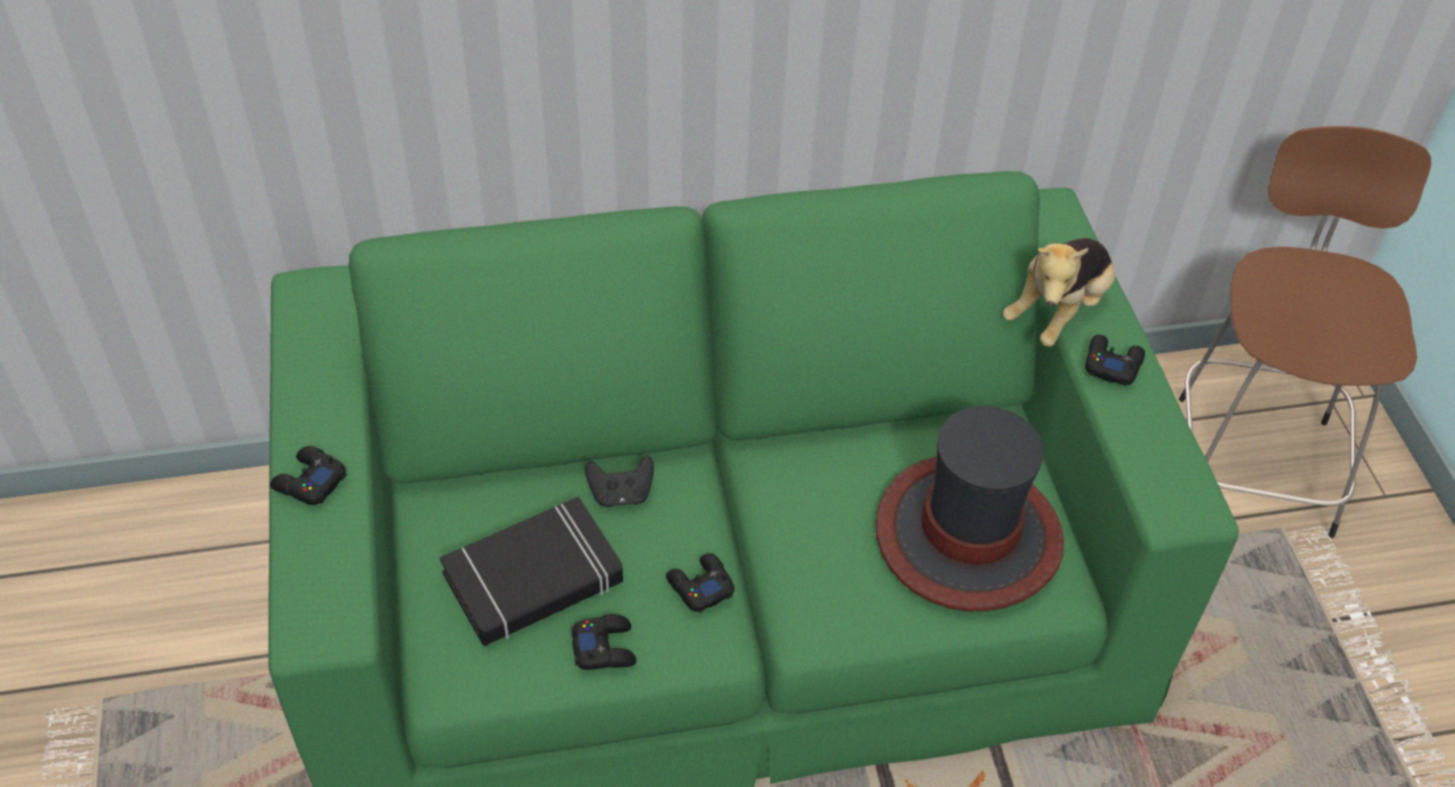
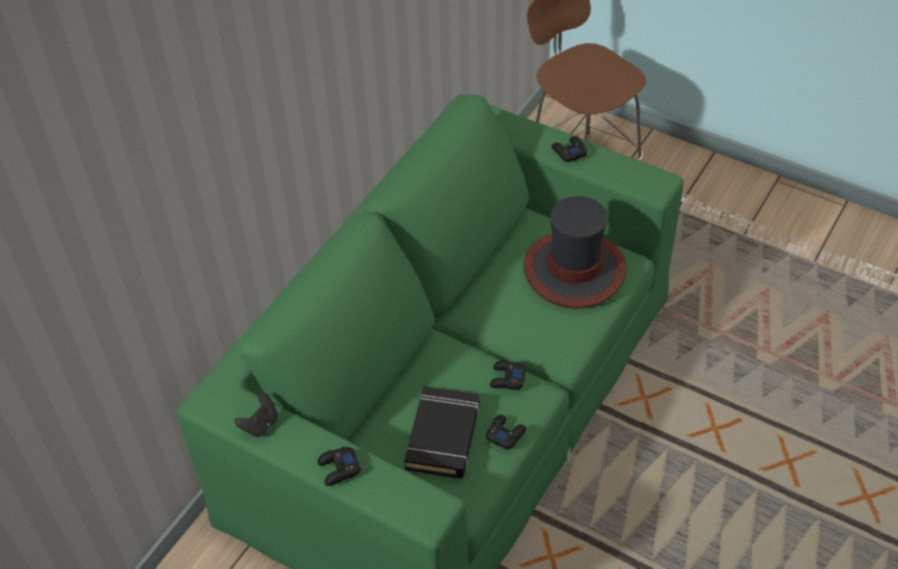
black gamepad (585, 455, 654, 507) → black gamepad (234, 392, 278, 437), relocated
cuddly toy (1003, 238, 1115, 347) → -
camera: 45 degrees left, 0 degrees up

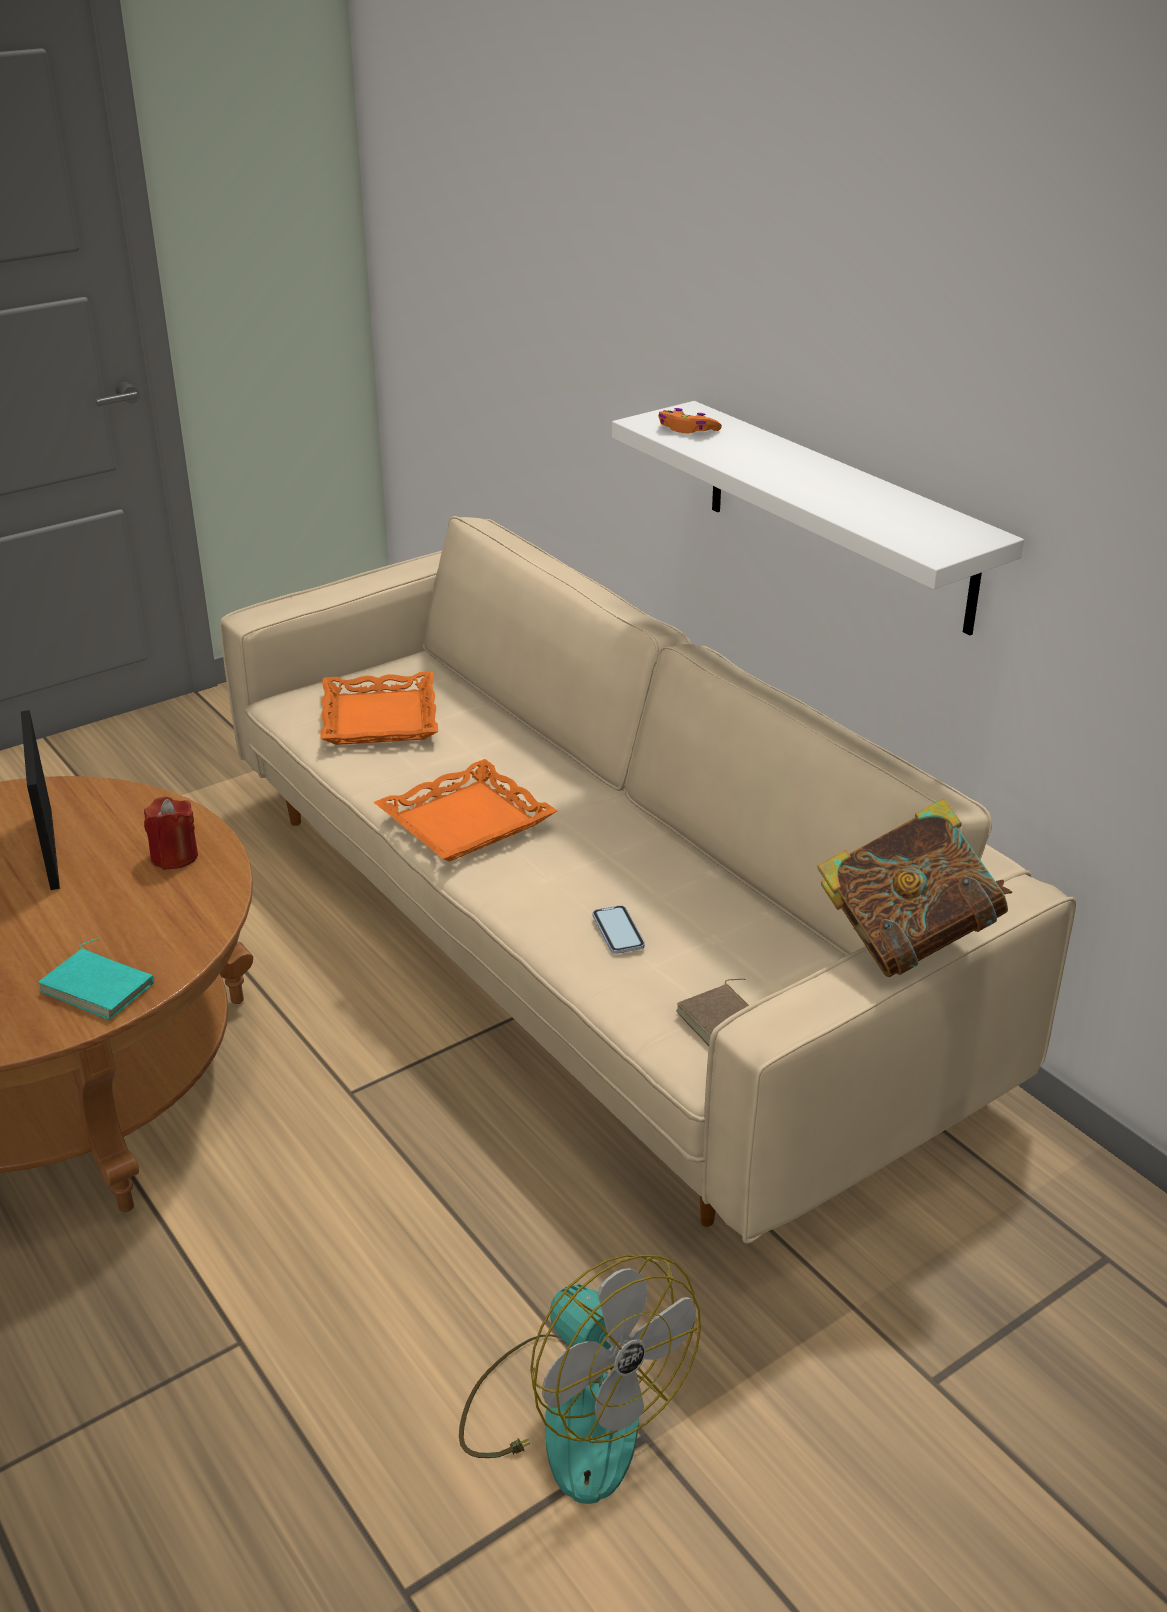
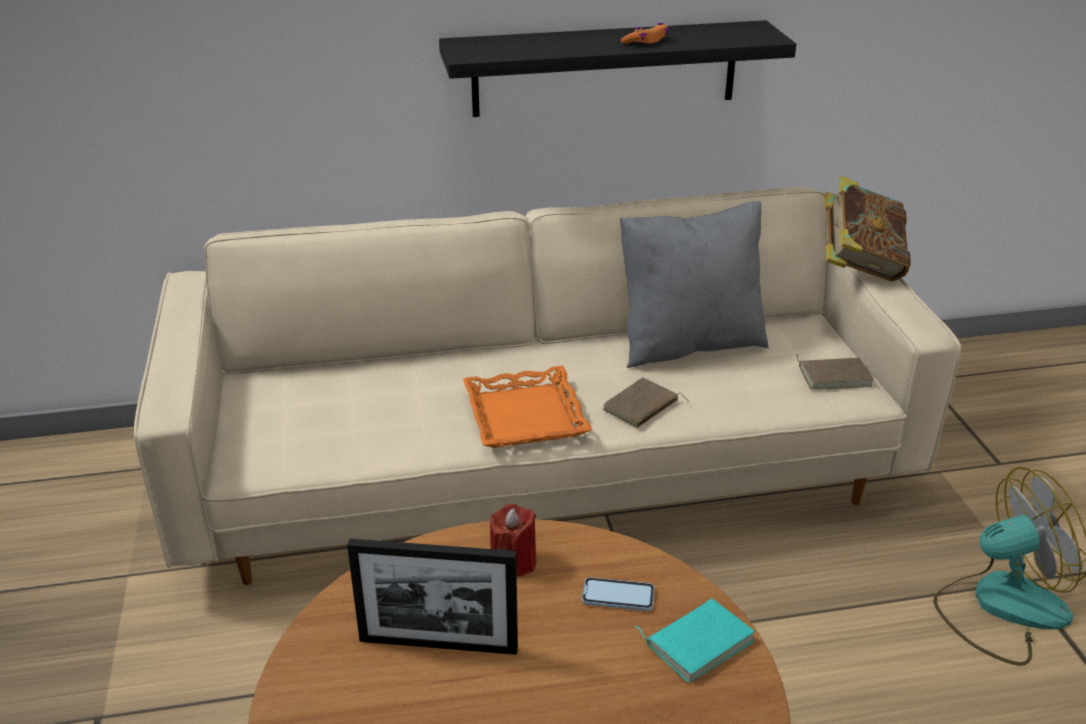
whitish wall shelf (612, 401, 1024, 635) → black wall shelf (439, 20, 796, 117)
phone (592, 905, 645, 954) → phone (582, 577, 655, 611), relocated
- → brownish bound book (603, 377, 689, 428)
- → greyish pillow (620, 201, 769, 368)
orange-coloured gamepad (658, 408, 722, 433) → orange-coloured gamepad (621, 23, 669, 44), relocated
orange-coloured carrying tray (320, 672, 438, 745) → -
camera: 65 degrees left, 0 degrees up

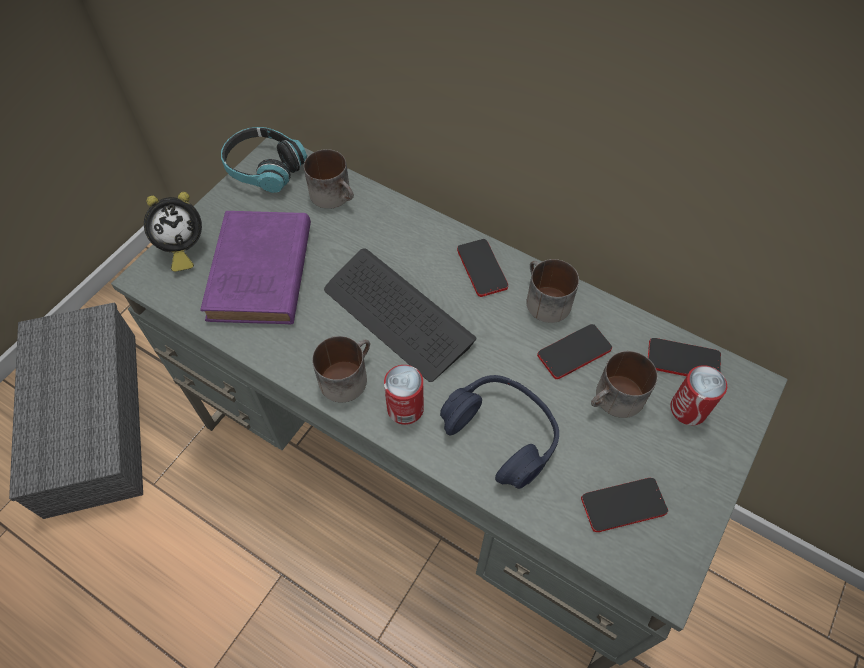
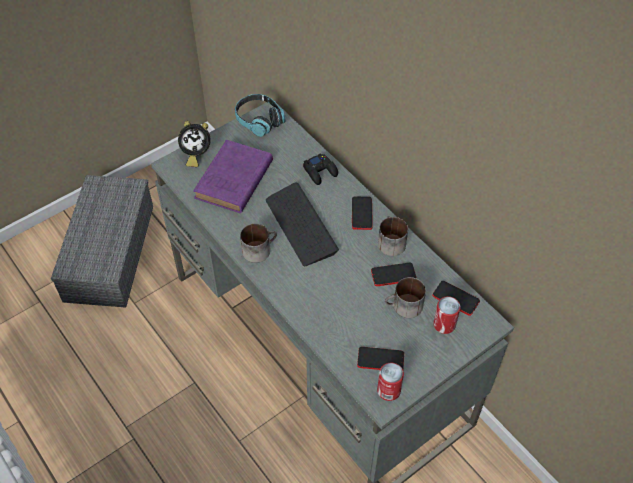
- → black gamepad (303, 153, 338, 185)
sealed can (384, 365, 424, 425) → sealed can (377, 363, 404, 401), relocated
coffee mug (304, 149, 354, 209) → -
bluish headset (440, 375, 559, 489) → -
camera: 20 degrees right, 5 degrees down

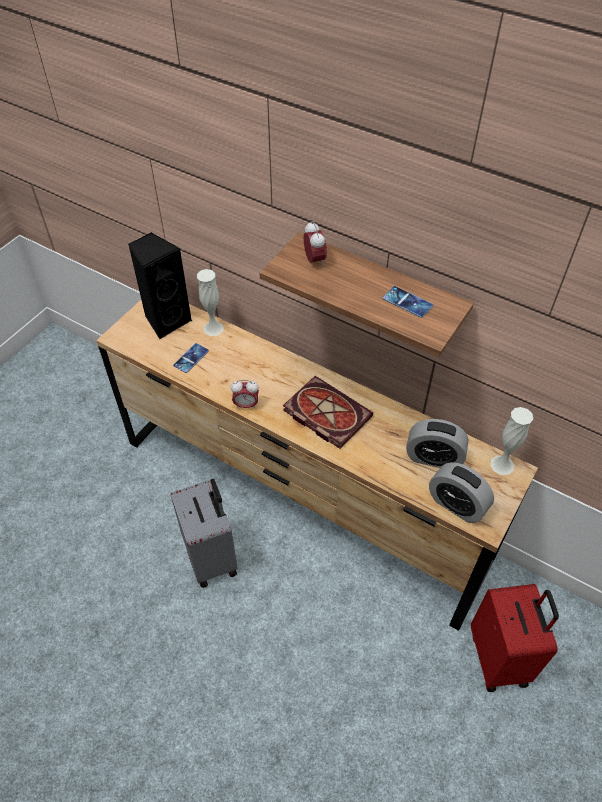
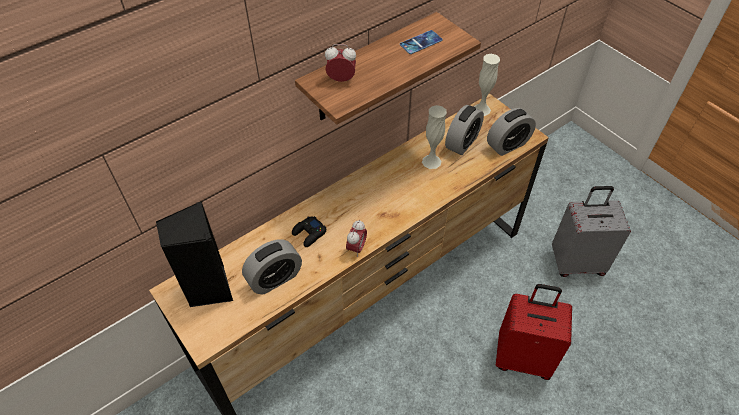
phone (173, 343, 209, 373) → alarm clock (242, 239, 302, 294)
- → black gamepad (292, 216, 326, 247)
whitish decorative vase (197, 269, 224, 336) → whitish decorative vase (422, 105, 447, 169), relocated
red suitcase (471, 584, 559, 692) → red suitcase (496, 284, 572, 380), relocated
greyish suitcase (170, 479, 238, 588) → greyish suitcase (552, 186, 631, 277), relocated
bound book (283, 376, 373, 449) → -
camera: 70 degrees left, 0 degrees up

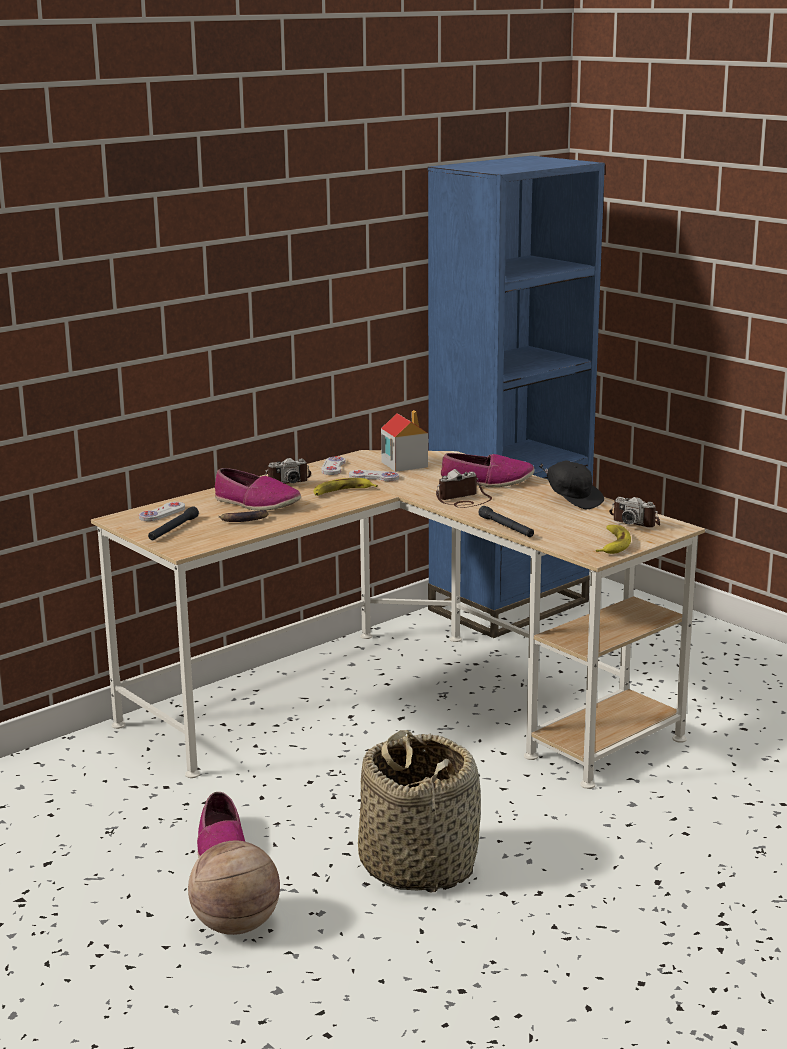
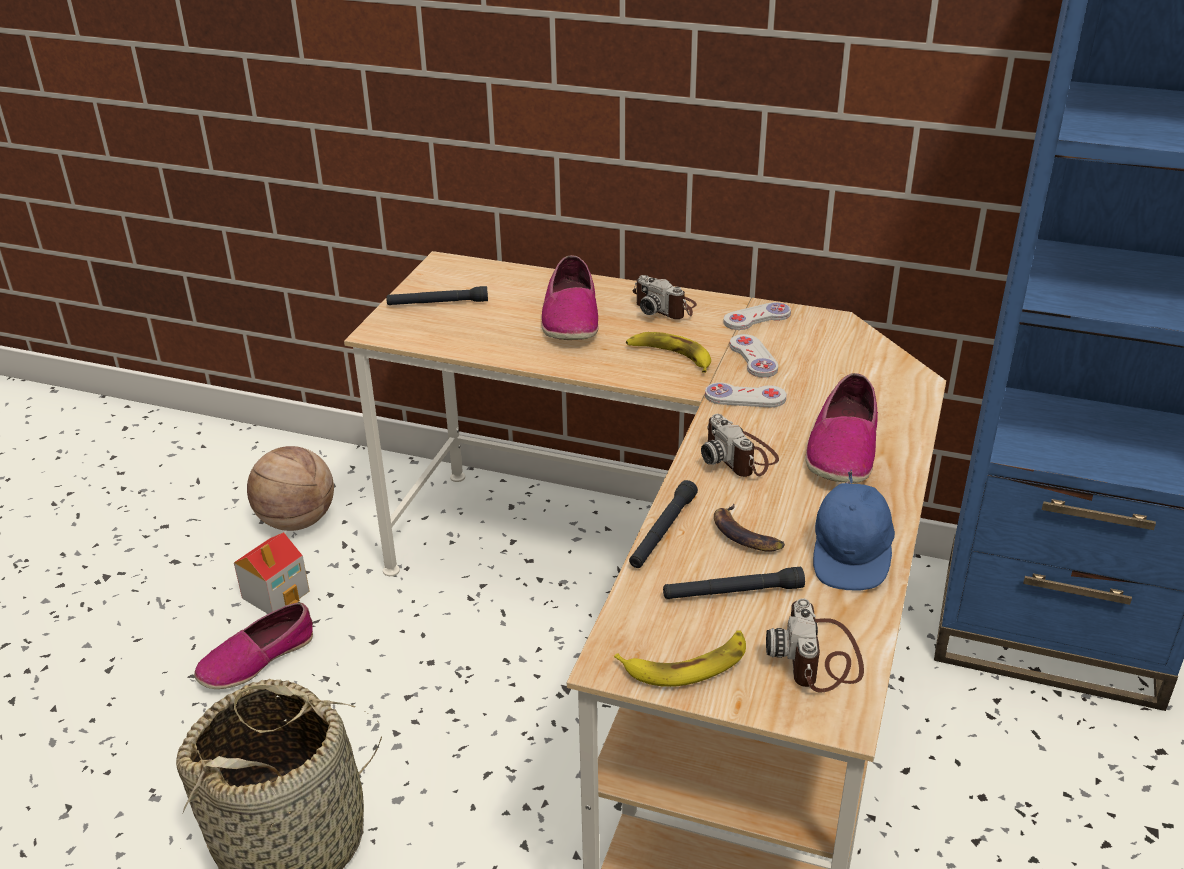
model house (381, 410, 428, 472) → model house (234, 532, 309, 614), relocated
ball for basketball (188, 841, 280, 935) → ball for basketball (247, 446, 334, 531), relocated
- → black flashlight (663, 567, 805, 599)
still camera (436, 469, 492, 508) → still camera (701, 414, 779, 477), 150 degrees counterclockwise
whitish gamepad (139, 502, 185, 521) → whitish gamepad (705, 382, 787, 407), relocated
whole banana (219, 510, 269, 522) → whole banana (714, 504, 785, 552), relocated
shoe (441, 453, 535, 487) → shoe (805, 373, 878, 484), 45 degrees clockwise
black baseball cap (539, 461, 604, 510) → bluish baseball cap (813, 469, 895, 591)
camera: 60 degrees right, 15 degrees up

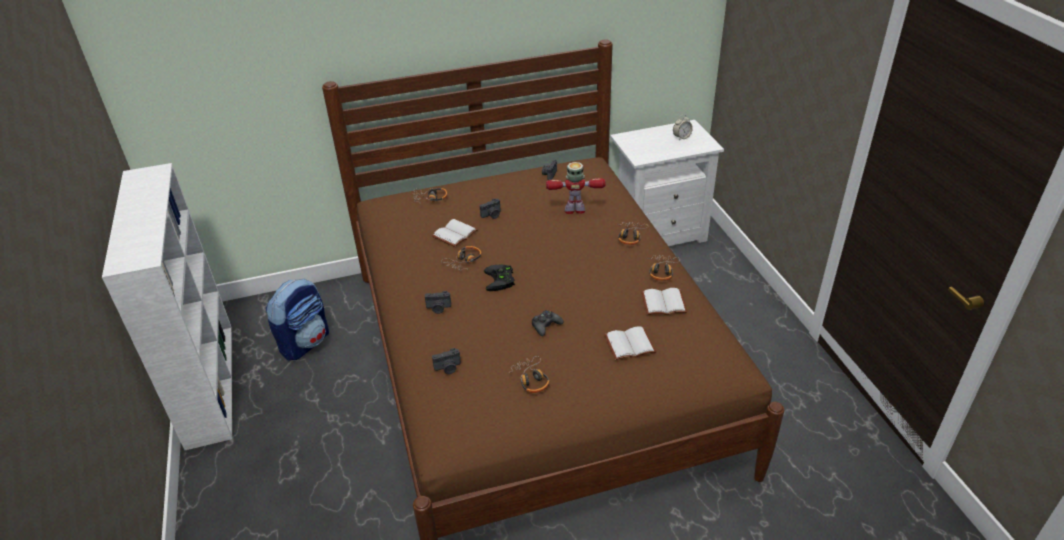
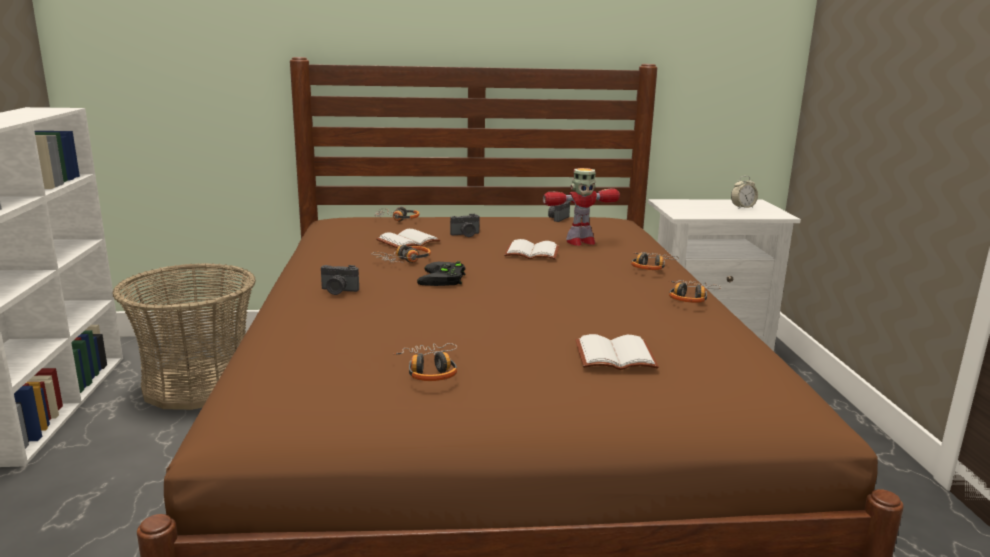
knapsack (266, 278, 329, 361) → basket (112, 263, 256, 410)
whitish bound book (642, 288, 687, 315) → whitish bound book (504, 239, 559, 259), relocated
model robot (546, 162, 605, 214) → model robot (543, 168, 620, 246), 150 degrees clockwise
still camera (432, 348, 461, 374) → -
black gamepad (532, 310, 563, 336) → -
camera: 10 degrees right, 20 degrees down

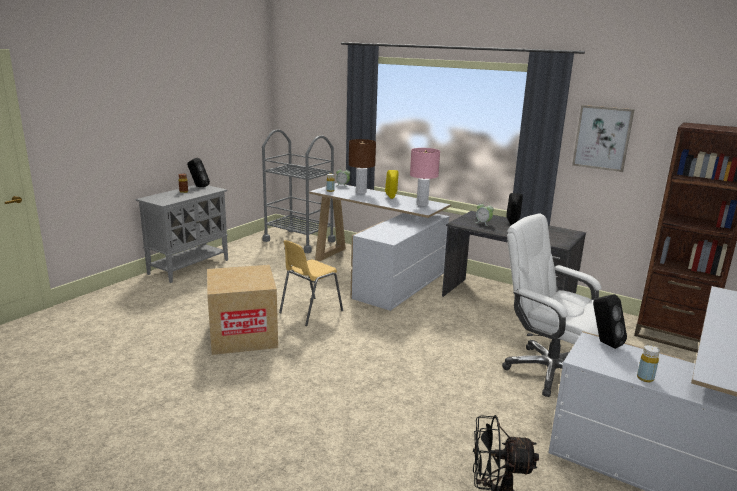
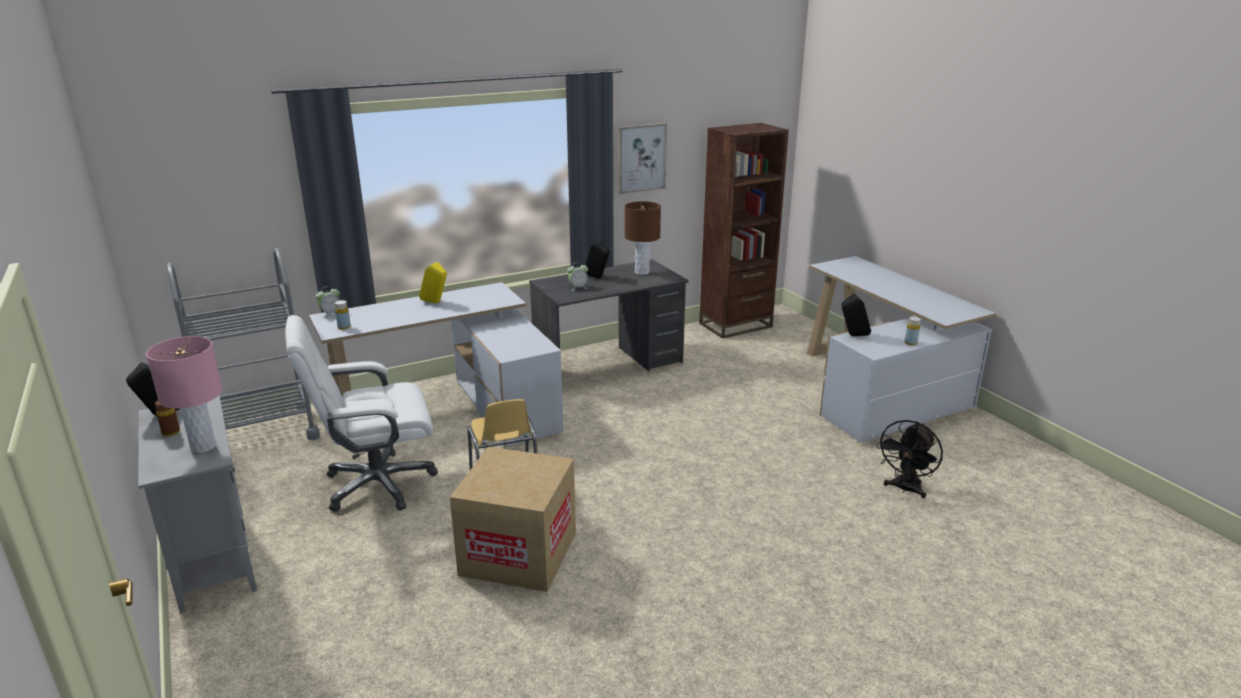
pink-coloured lamp for a table (410, 148, 440, 206) → pink-coloured lamp for a table (146, 336, 222, 453), relocated
whitish office chair (502, 214, 601, 397) → whitish office chair (285, 315, 438, 512), relocated
brownish lamp for a table (349, 139, 376, 194) → brownish lamp for a table (625, 201, 661, 275), relocated
camera: 60 degrees left, 5 degrees up

